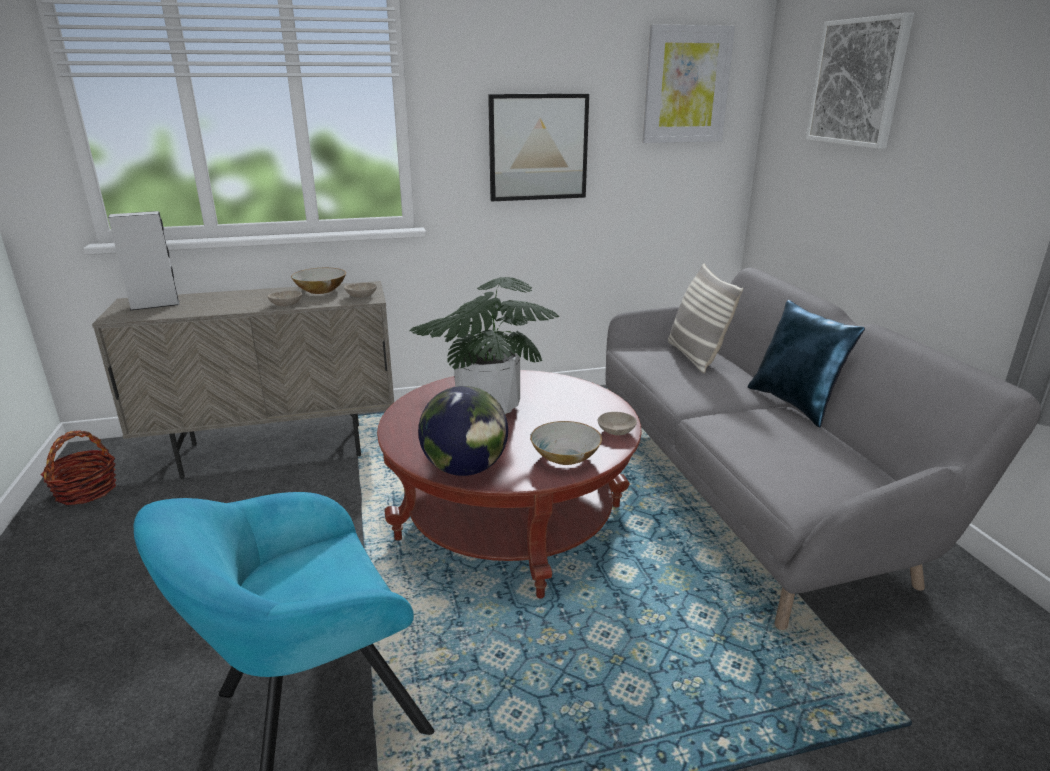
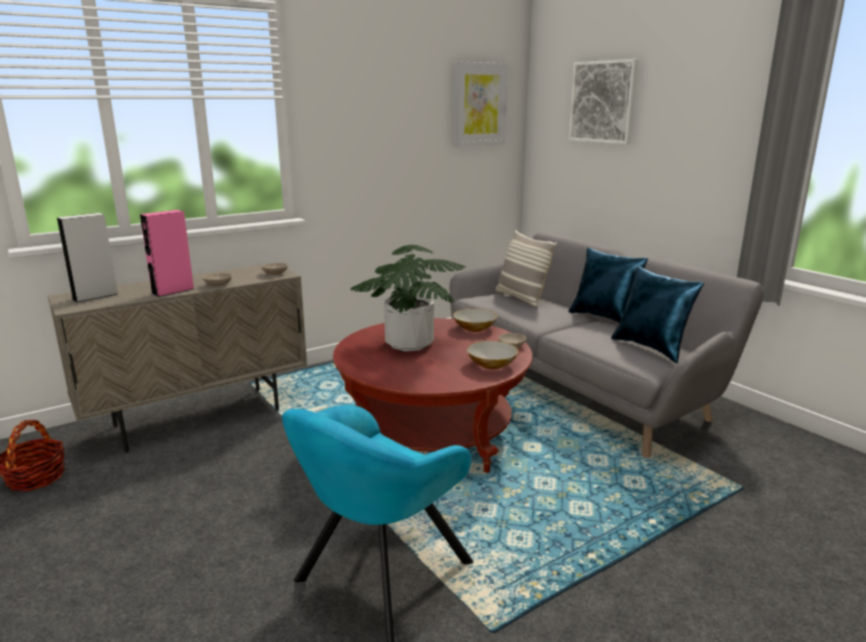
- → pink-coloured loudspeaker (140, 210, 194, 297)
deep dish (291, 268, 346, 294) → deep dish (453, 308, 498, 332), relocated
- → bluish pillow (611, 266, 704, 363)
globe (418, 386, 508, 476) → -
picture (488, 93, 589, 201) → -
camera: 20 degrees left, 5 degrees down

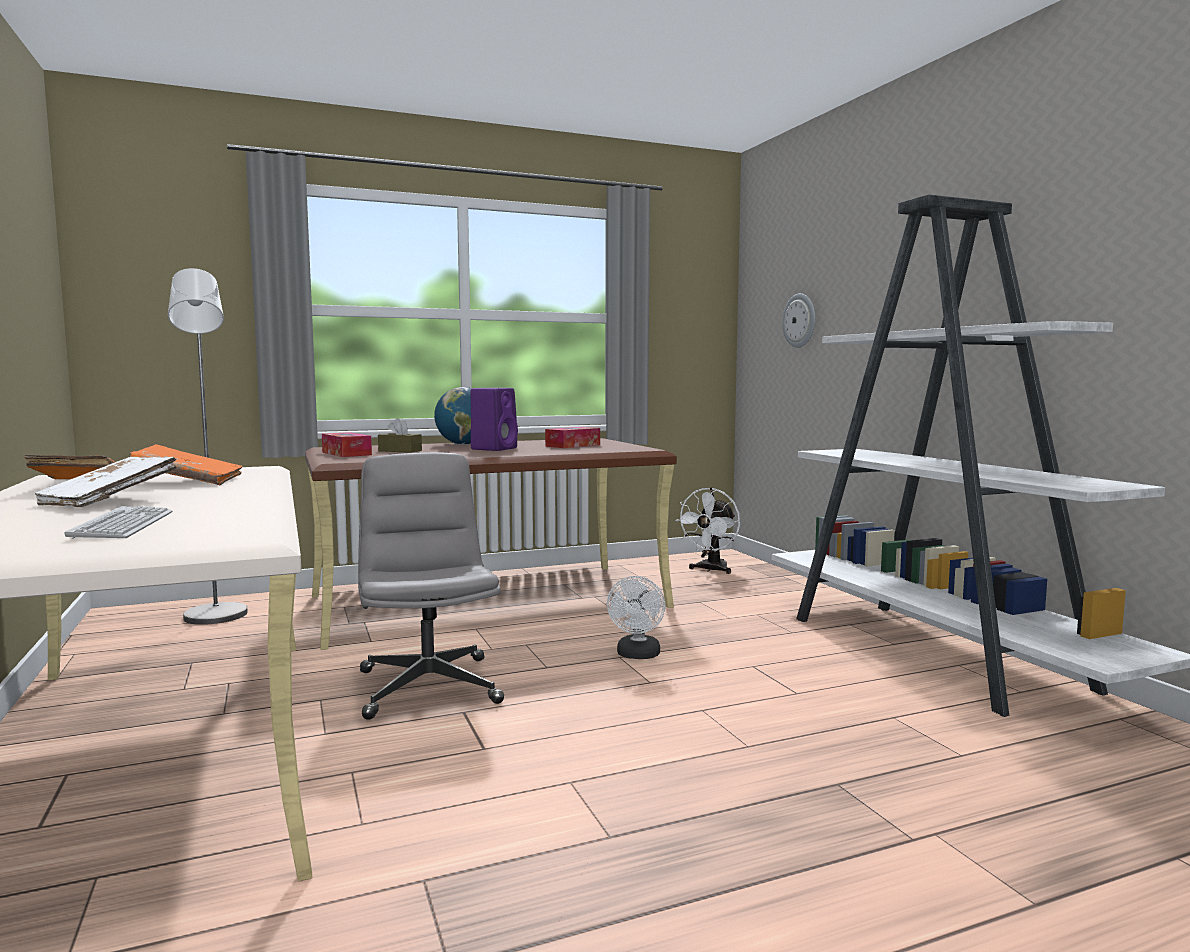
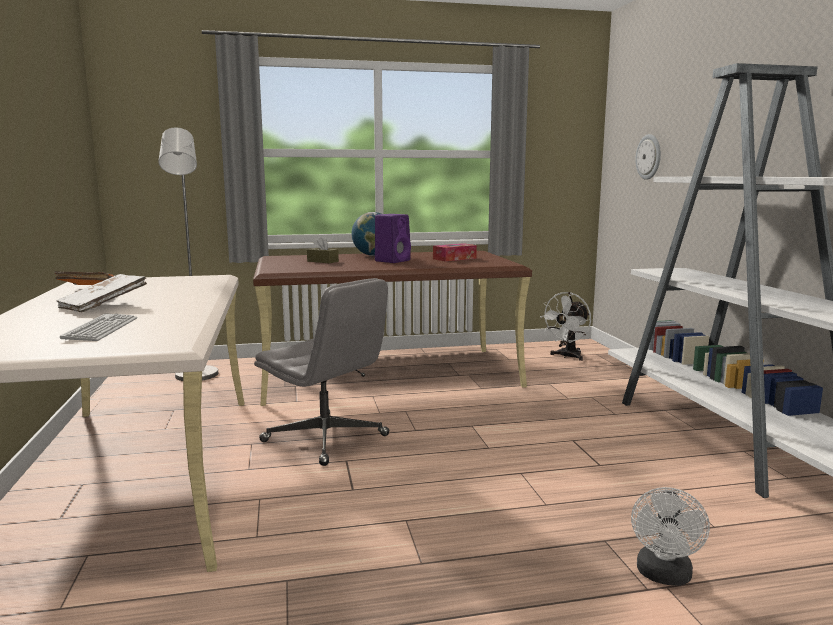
greyish office chair (358, 452, 504, 720) → greyish office chair (254, 278, 390, 466), 135 degrees clockwise
whitish fan (607, 576, 665, 659) → whitish fan (631, 487, 710, 586), relocated
orange-coloured bound book (129, 444, 242, 485) → -
tissue holder (322, 432, 372, 457) → -
camera: 10 degrees right, 5 degrees up

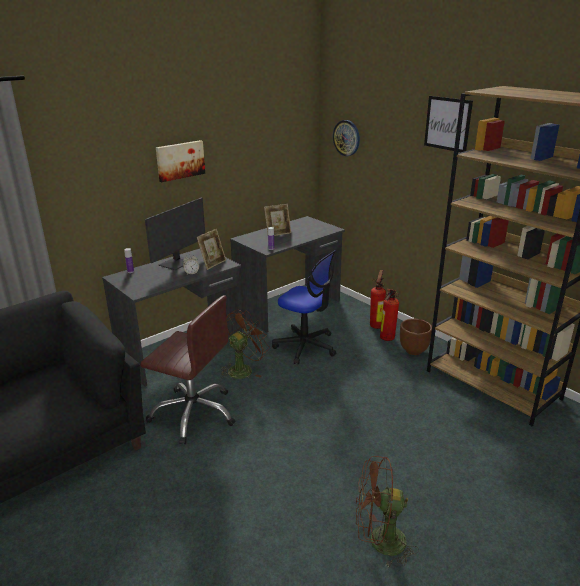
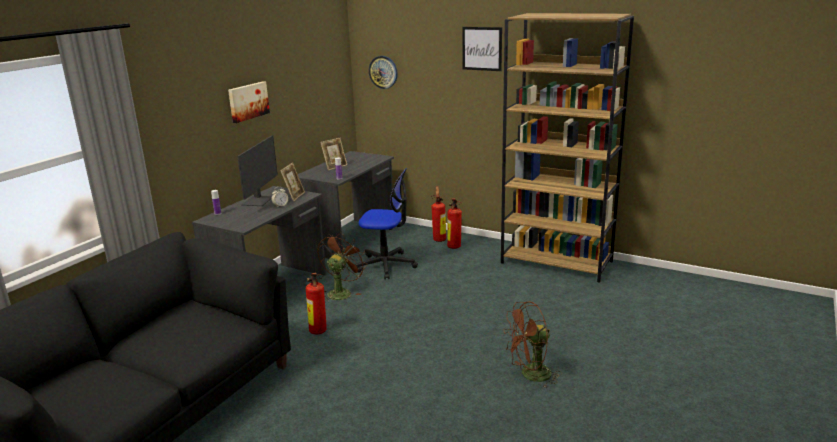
brownish office chair (140, 295, 235, 444) → fire extinguisher (306, 273, 327, 334)
brownish flower pot (400, 319, 432, 355) → -
camera: 20 degrees left, 5 degrees down

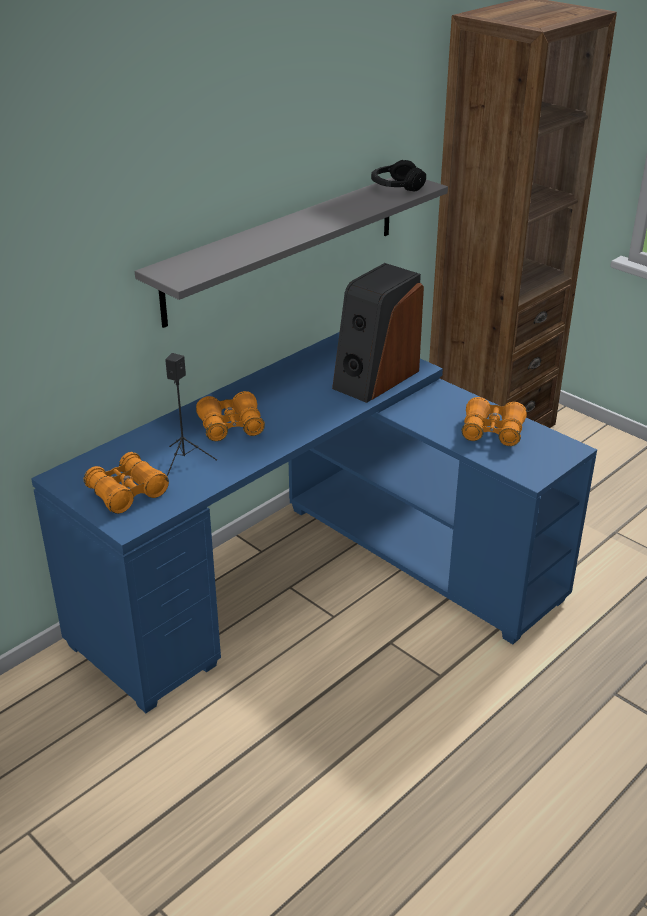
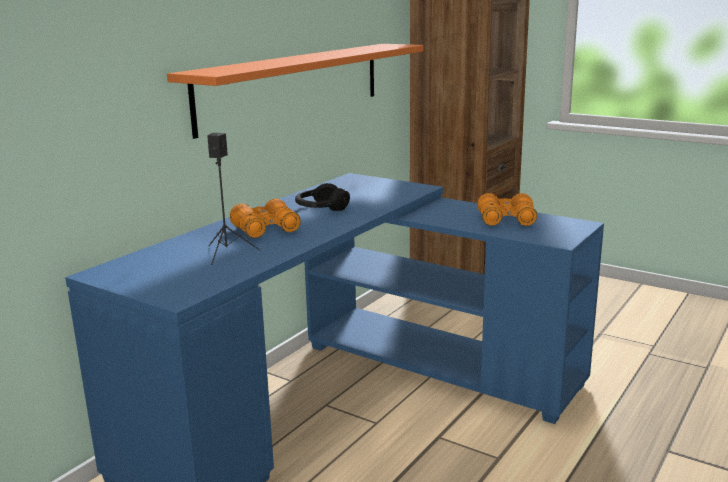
greyish wall shelf (135, 177, 448, 328) → orange-coloured wall shelf (167, 44, 423, 139)
black headset (371, 160, 426, 191) → black headset (295, 183, 350, 211), relocated
orange-coloured field glasses (84, 452, 169, 514) → -
loudspeaker (332, 263, 424, 403) → -
camera: 10 degrees left, 15 degrees down

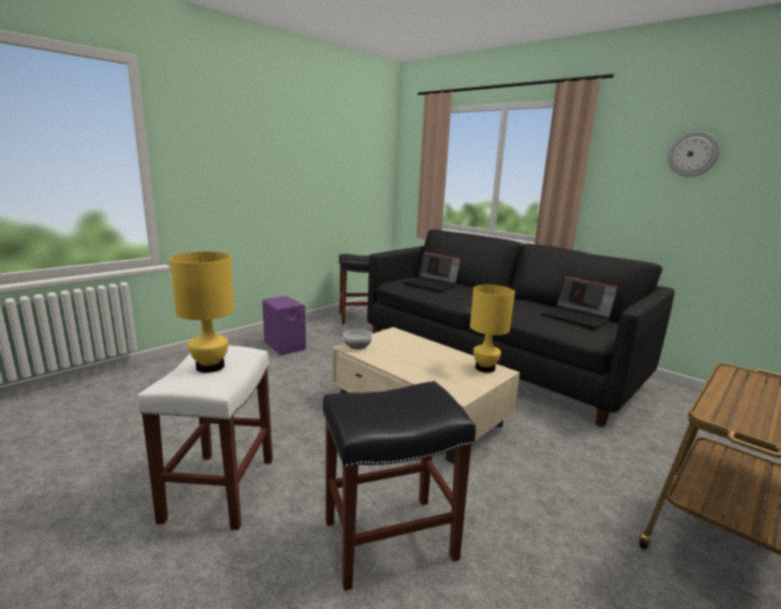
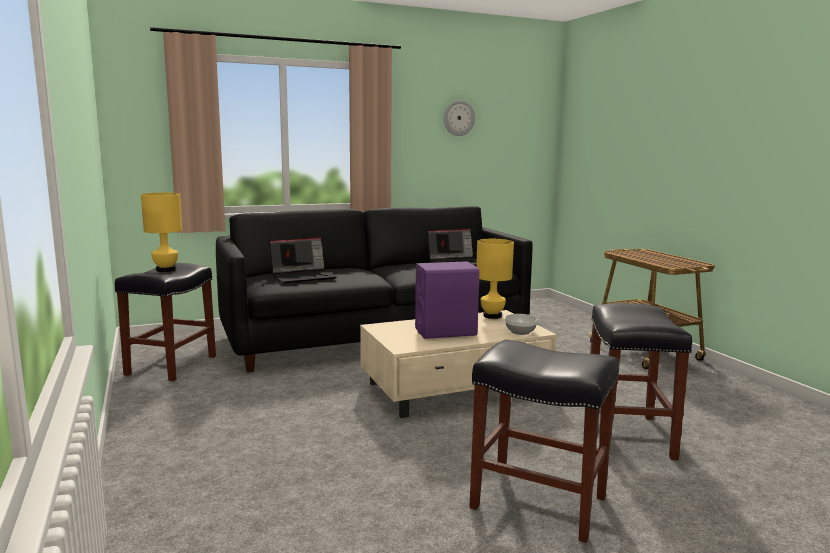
yellow-coloured lamp for a table (170, 252, 234, 373) → yellow-coloured lamp for a table (141, 192, 182, 272), relocated
purplish loudspeaker (262, 296, 306, 355) → purplish loudspeaker (415, 261, 480, 339), relocated
whitish stool (138, 346, 273, 530) → black stool (469, 340, 619, 543)
deep dish (343, 329, 372, 350) → deep dish (505, 314, 538, 335), relocated
camera: 65 degrees left, 5 degrees down

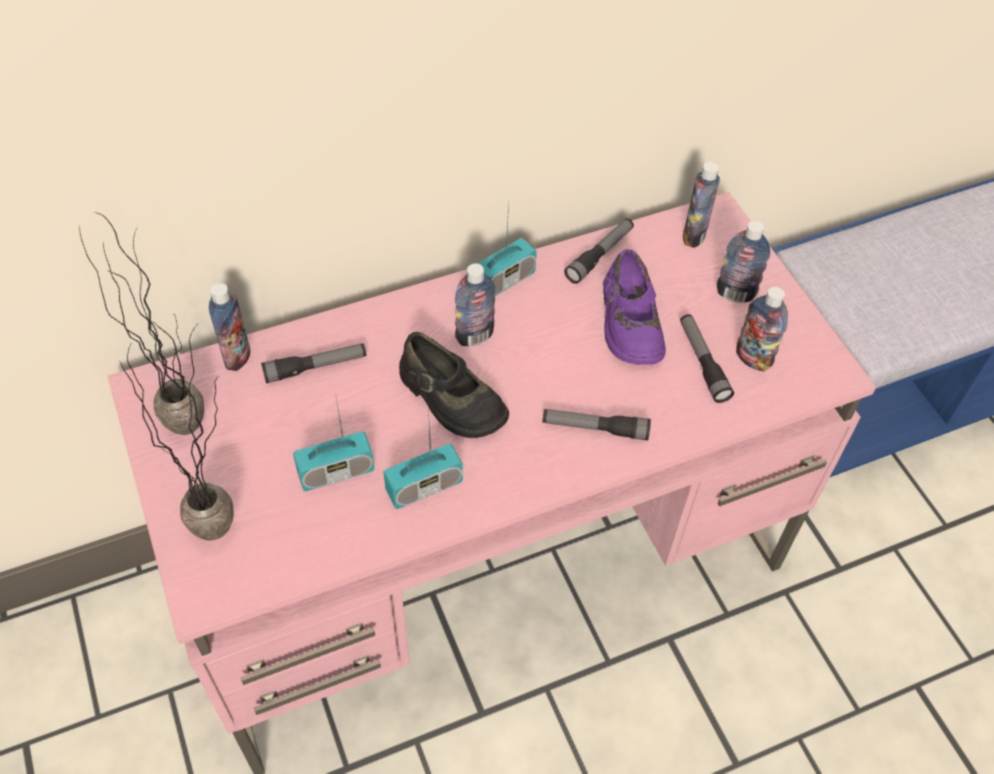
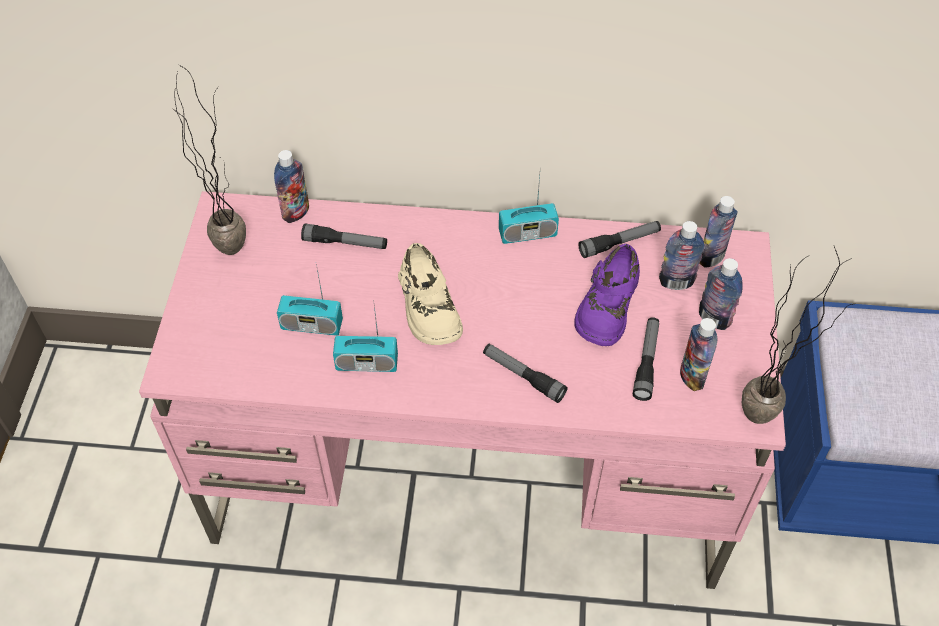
black shoe (399, 332, 509, 438) → sand-coloured shoe (398, 243, 463, 345)
beverage bottle (455, 263, 496, 346) → beverage bottle (659, 221, 705, 290), relocated
houseplant (120, 320, 234, 540) → houseplant (742, 246, 853, 424), relocated
camera: 30 degrees right, 0 degrees up

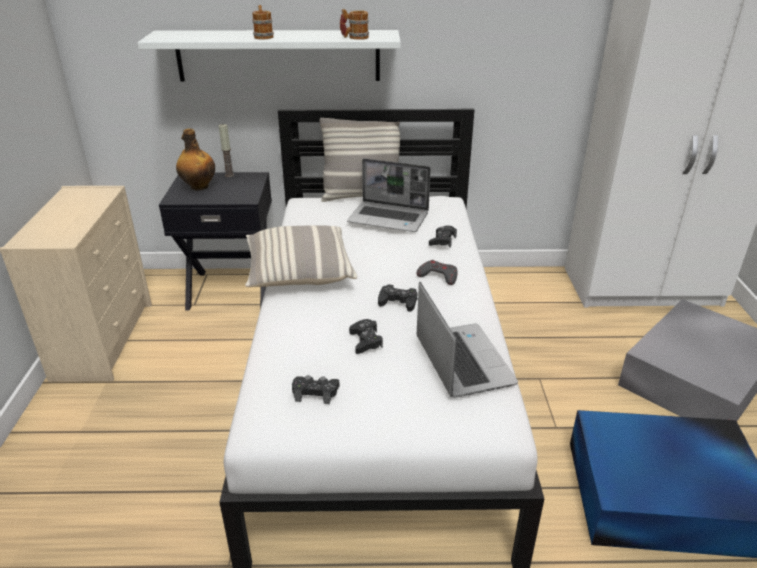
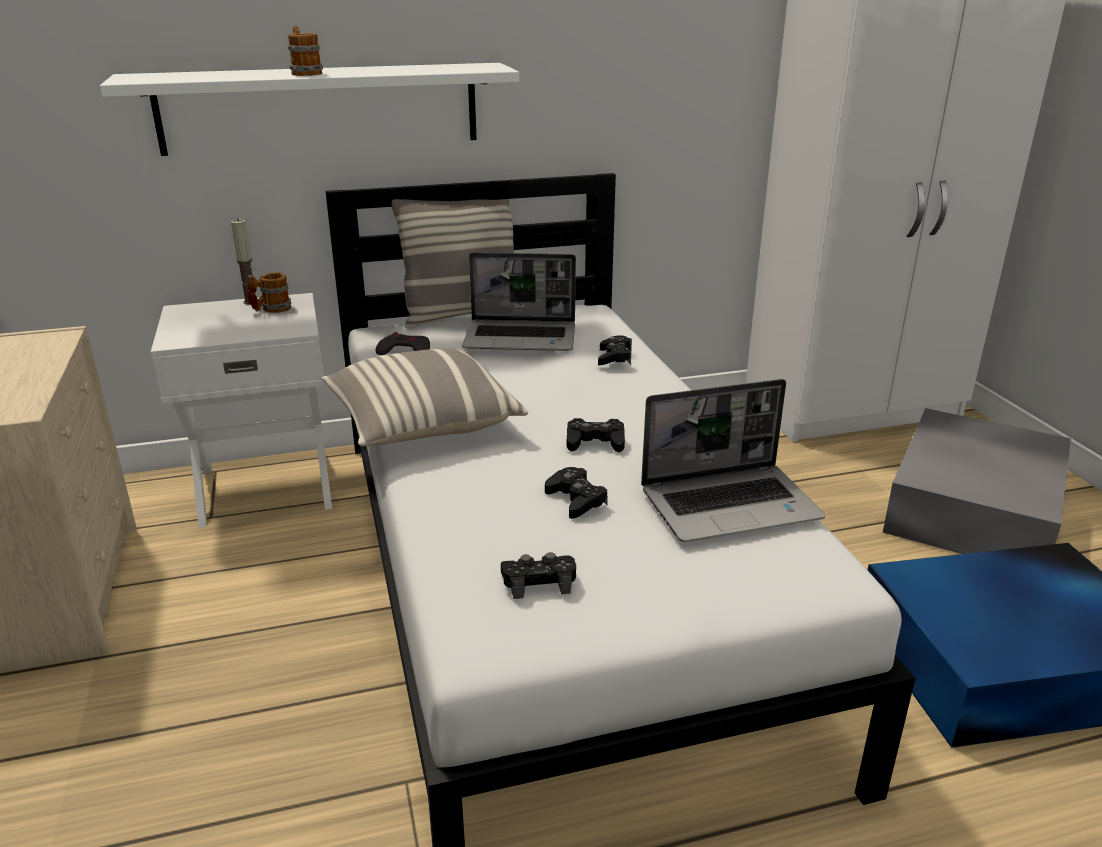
black bedside table (159, 172, 272, 311) → whitish bedside table (151, 293, 332, 528)
coffee mug (340, 9, 369, 40) → coffee mug (247, 272, 291, 313), relocated
greyish gamepad (416, 260, 457, 285) → greyish gamepad (376, 332, 430, 355), relocated
portable computer (417, 282, 518, 398) → portable computer (641, 379, 825, 542), 105 degrees clockwise
beverage bottle (176, 129, 215, 190) → -
camera: 15 degrees left, 5 degrees down

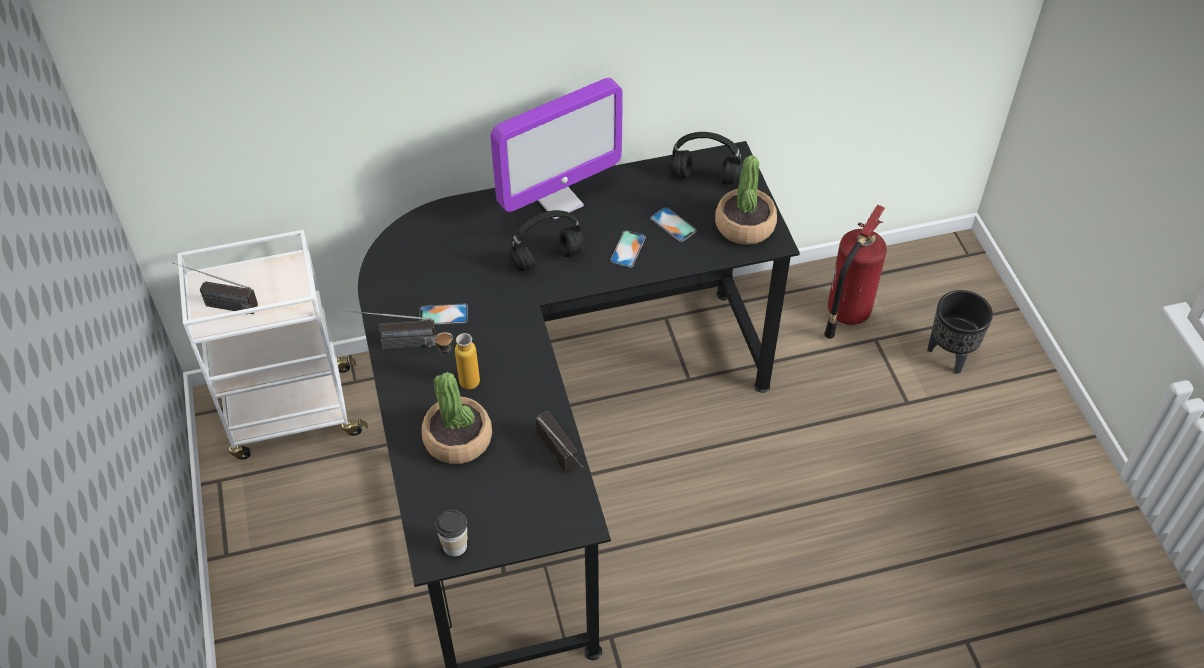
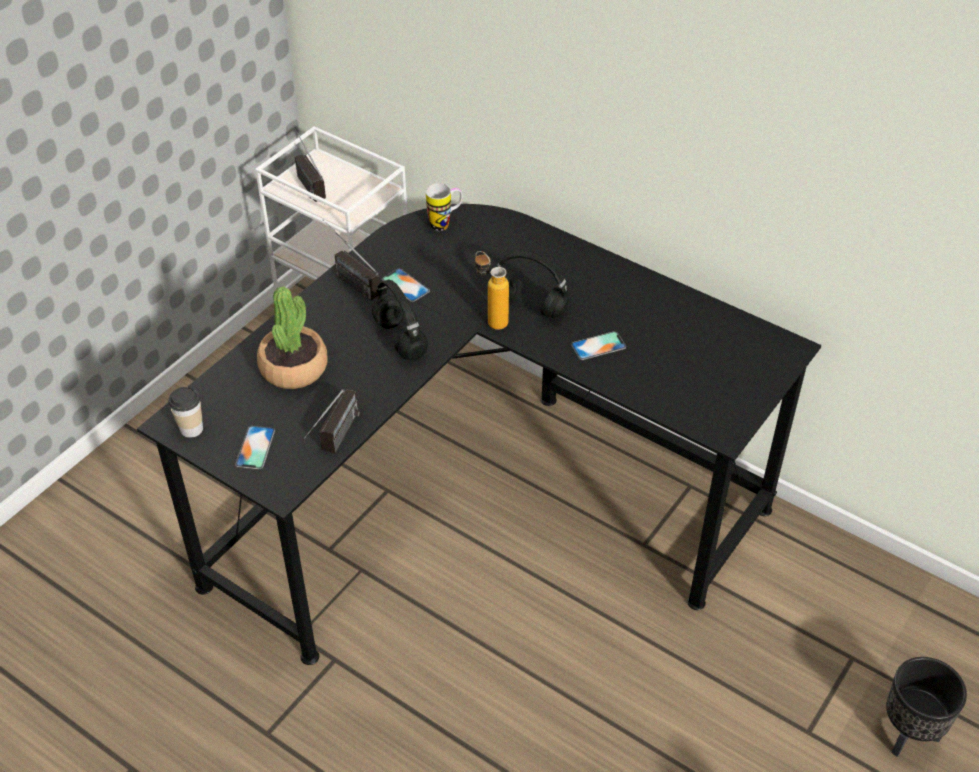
phone (650, 207, 697, 242) → phone (235, 426, 275, 469), relocated
black headset (670, 132, 743, 185) → black headset (372, 280, 428, 360), relocated
- → coffee mug (426, 183, 462, 231)
beverage bottle (434, 332, 480, 389) → beverage bottle (475, 251, 509, 330), relocated
computer screen (491, 78, 623, 219) → -
houseplant (715, 155, 777, 245) → -
fire extinguisher (824, 205, 887, 339) → -
camera: 50 degrees right, 5 degrees down

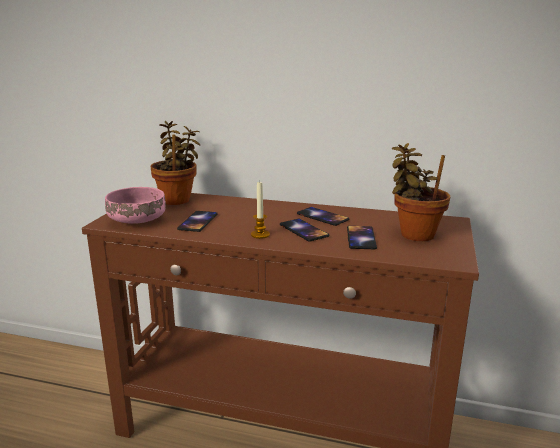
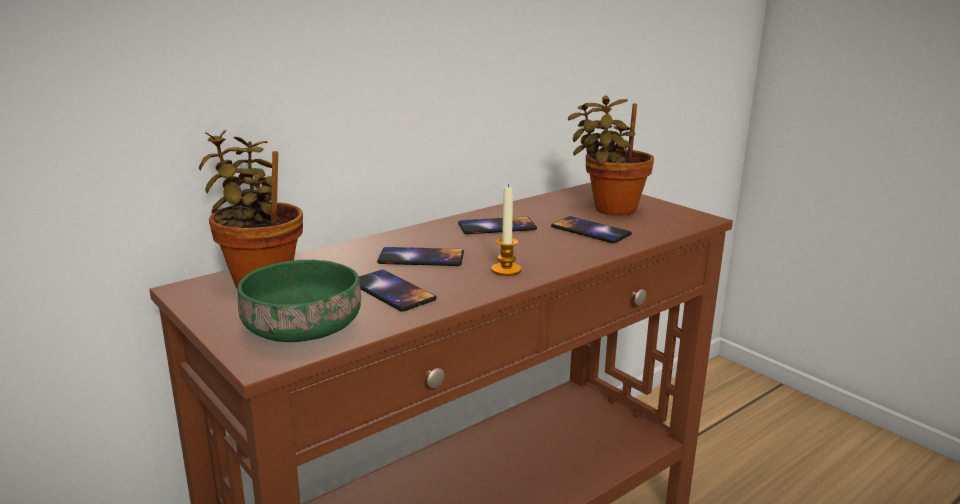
pink-coloured deep dish (105, 187, 166, 224) → green-coloured deep dish (238, 260, 361, 342)
phone (280, 219, 329, 242) → phone (377, 247, 464, 266), relocated
camera: 55 degrees left, 0 degrees up

